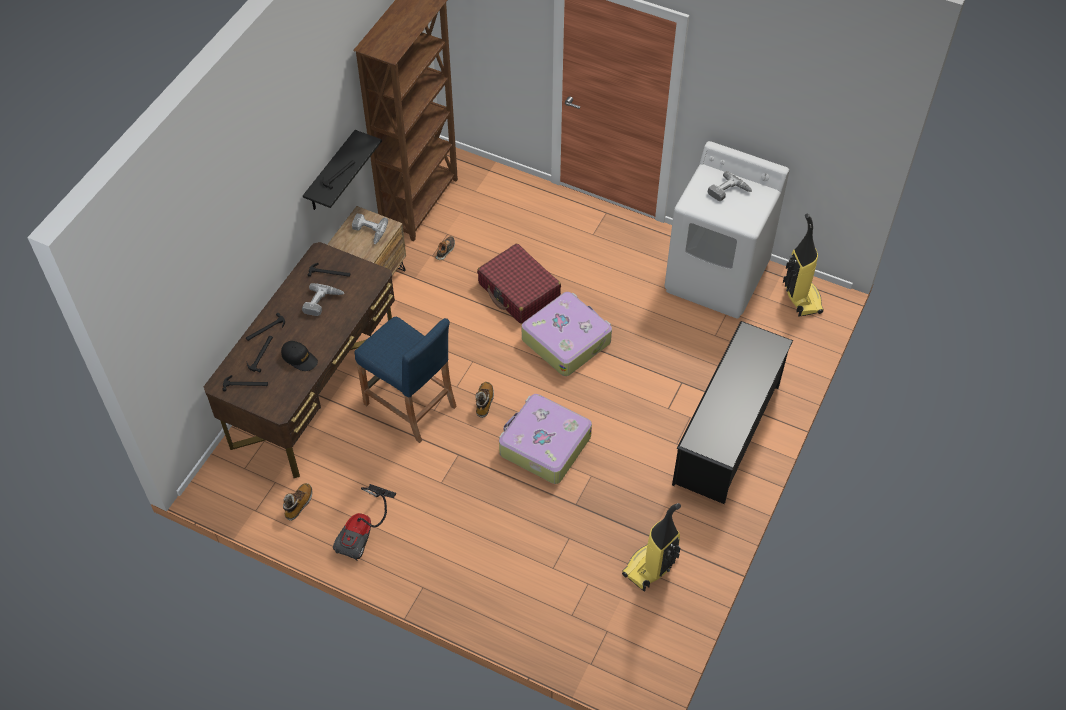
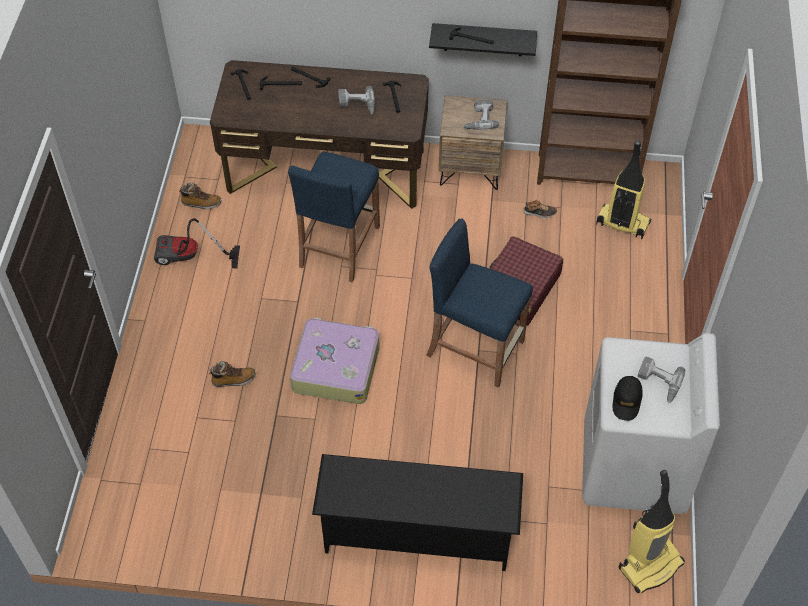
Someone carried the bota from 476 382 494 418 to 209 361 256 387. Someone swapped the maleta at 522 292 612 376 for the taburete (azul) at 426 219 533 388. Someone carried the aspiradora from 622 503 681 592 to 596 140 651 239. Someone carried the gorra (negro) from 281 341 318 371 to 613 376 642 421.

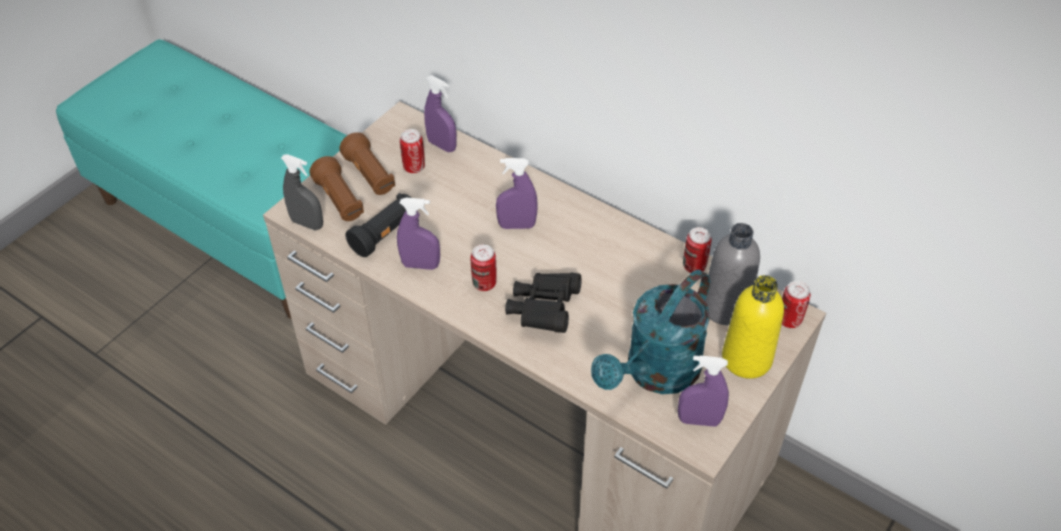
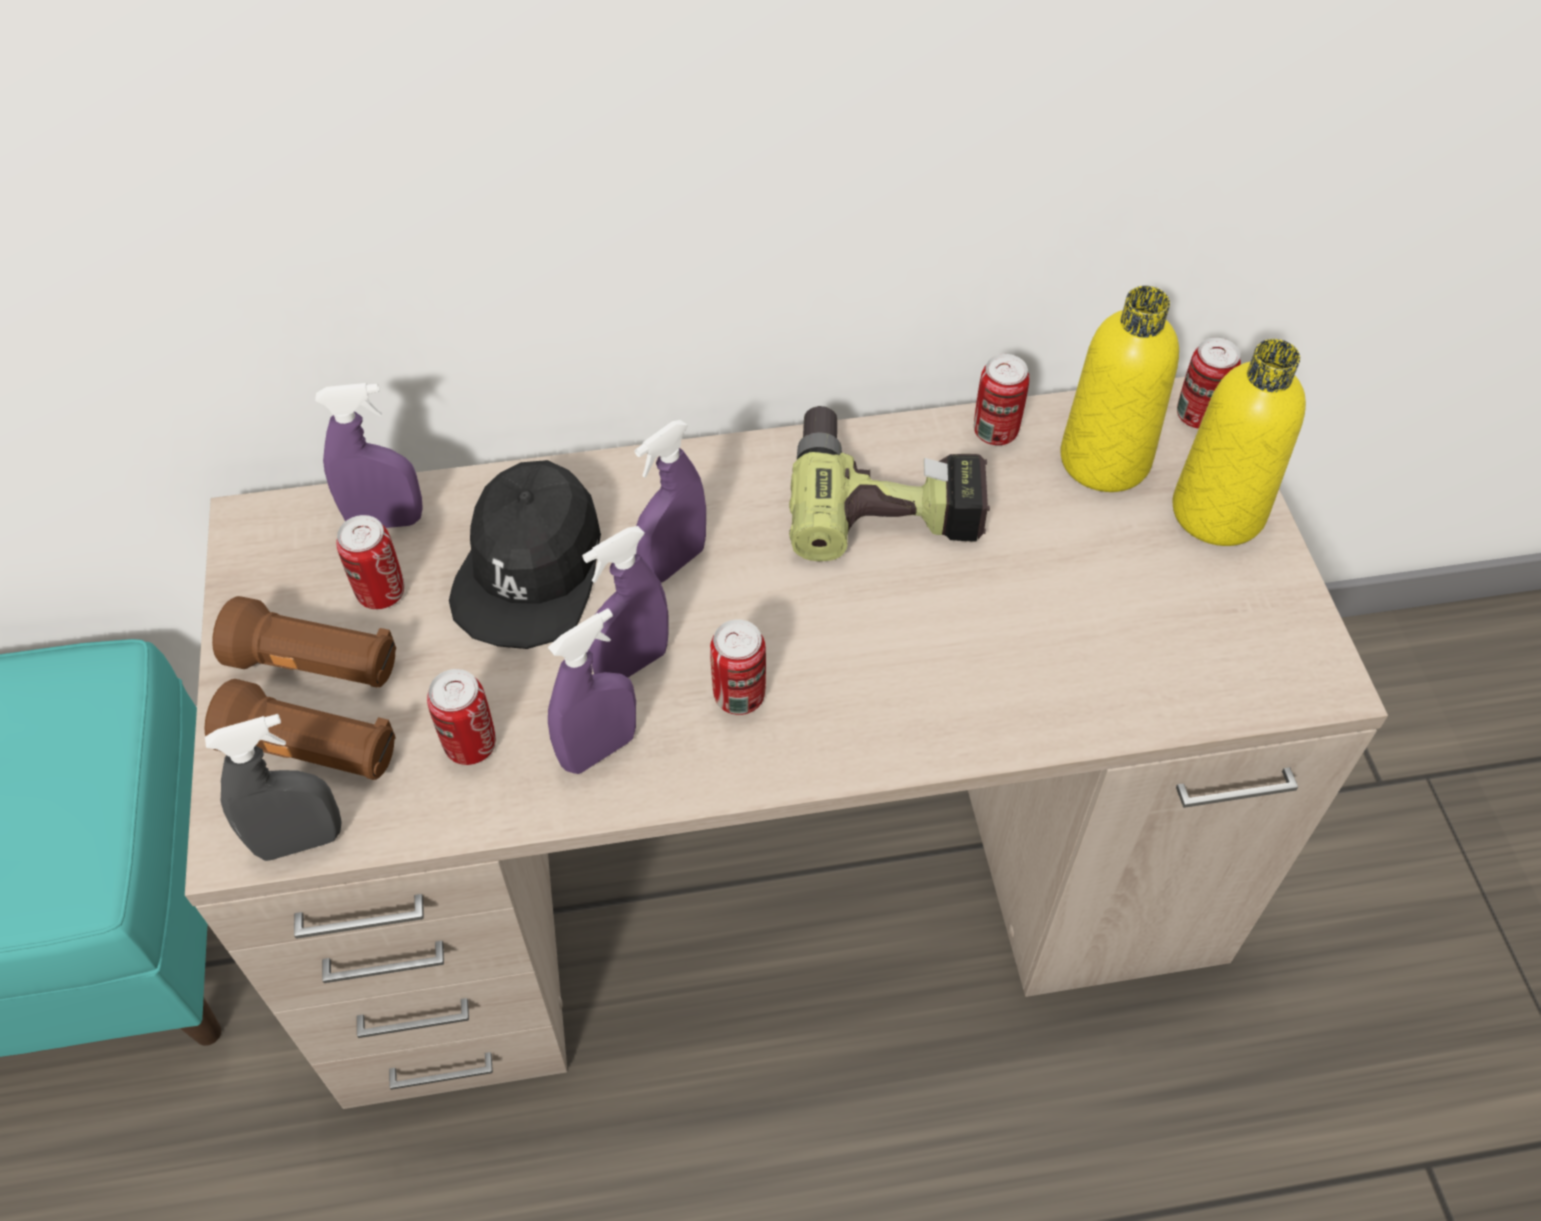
Someone swapped the linterna (negro) at 345 193 418 257 for the lata at 427 669 496 765. Someone put down the gorra (negro) at 449 460 601 649. Someone carried the pulverizador (morado) from 678 355 729 427 to 582 526 669 678. Someone put down the taladro at 789 406 990 561. Someone repainted the botella (gris) at 705 223 760 325, which became the botella (amarillo) at 1060 286 1179 492. Someone took away the prismáticos (negro) at 505 272 582 333. Someone took away the regadera (turquesa) at 591 269 710 394.

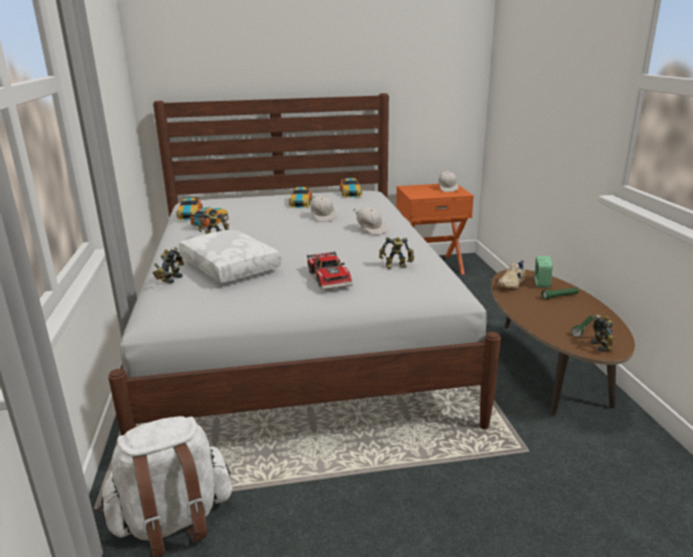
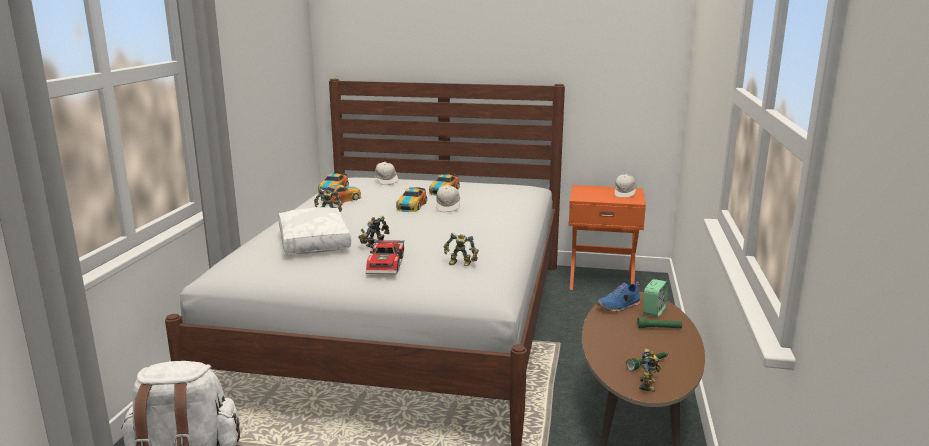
Someone carried the robot de juguete from 152 247 184 283 to 358 216 390 249. Someone carried the gorra (blanco) from 353 207 388 235 to 375 162 398 185. Someone carried the coche de juguete from 340 178 362 198 to 396 187 427 212. Someone repainted the zapato (beis) at 497 260 525 289, which became the zapato (azul) at 597 282 640 312.

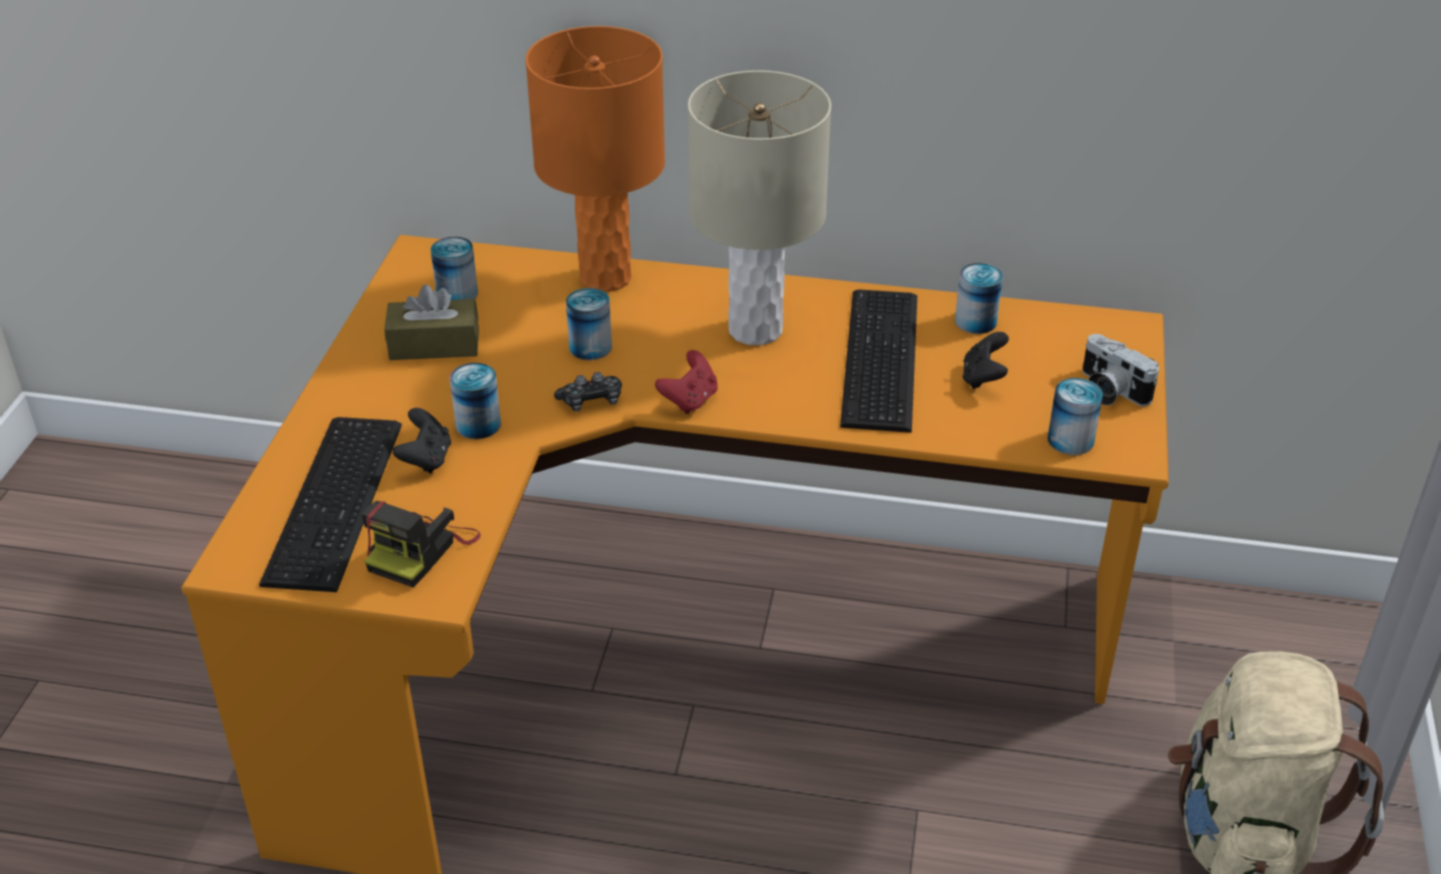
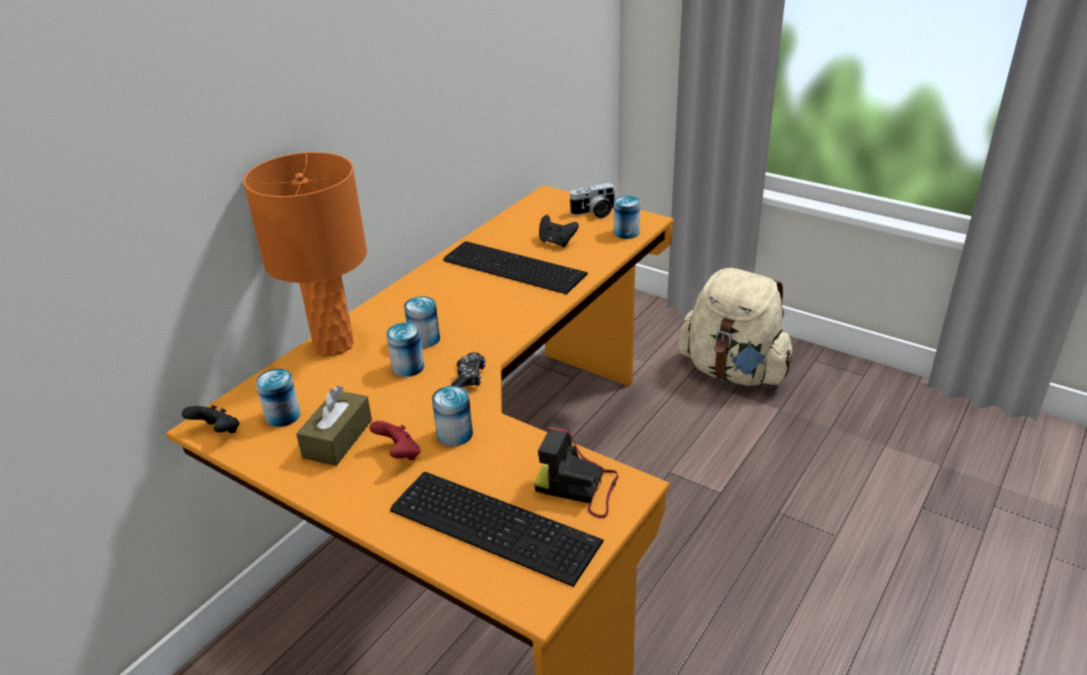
Someone carried the mando de consola (negro) from 393 408 451 474 to 182 405 239 433. Someone carried the mando de consola (rojo) from 655 350 718 414 to 369 421 421 460. Someone carried the lata from 955 263 1003 334 to 404 296 440 348. Someone rotated the cámara at 361 501 481 587 by 150 degrees clockwise. Someone took away the lámpara de mesa (beis) at 688 70 831 345.

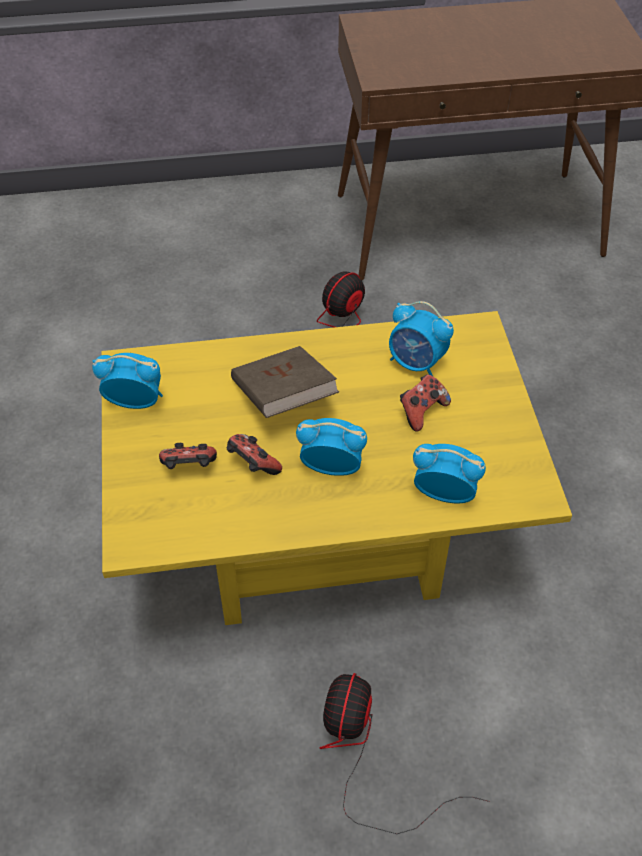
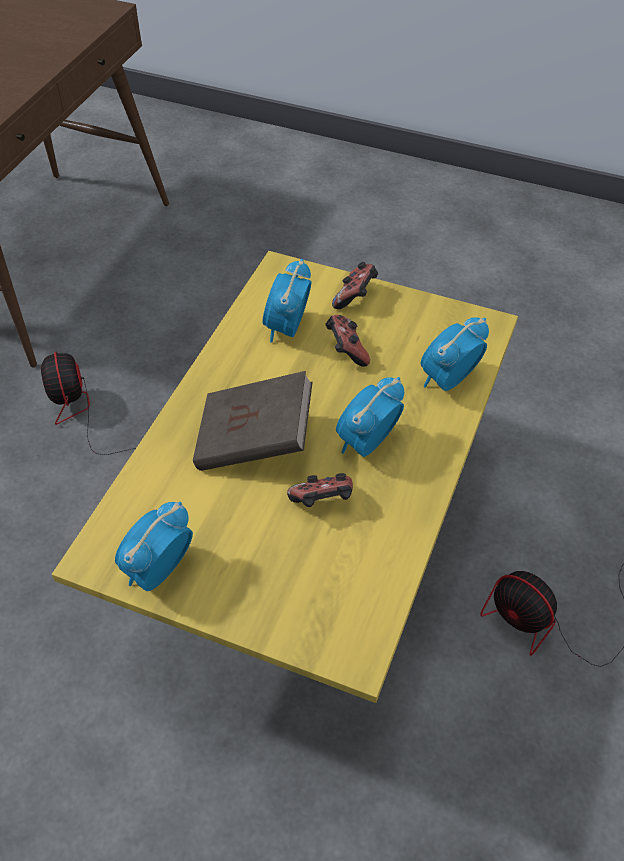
Someone rotated the despertador at 389 301 454 376 by 135 degrees clockwise. Someone carried the mando de consola from 159 443 217 469 to 332 262 378 309.

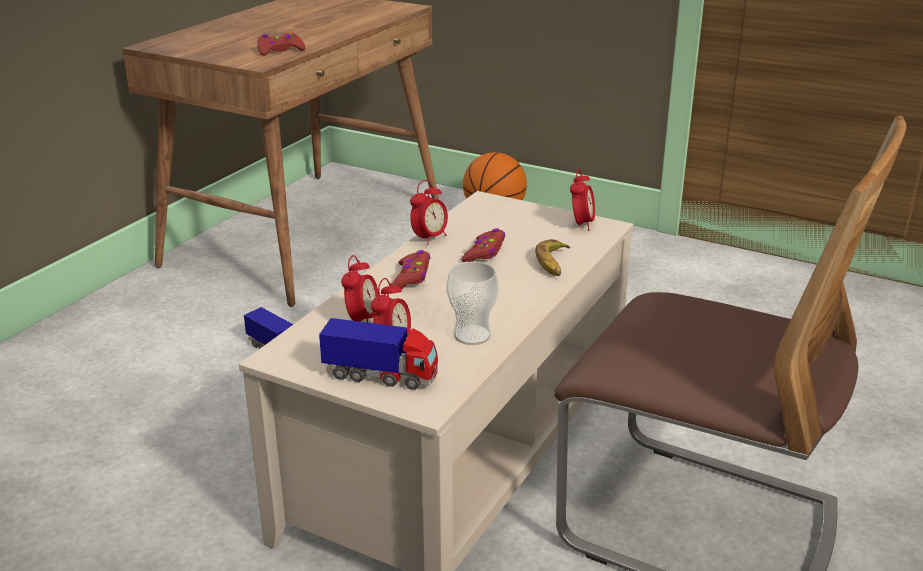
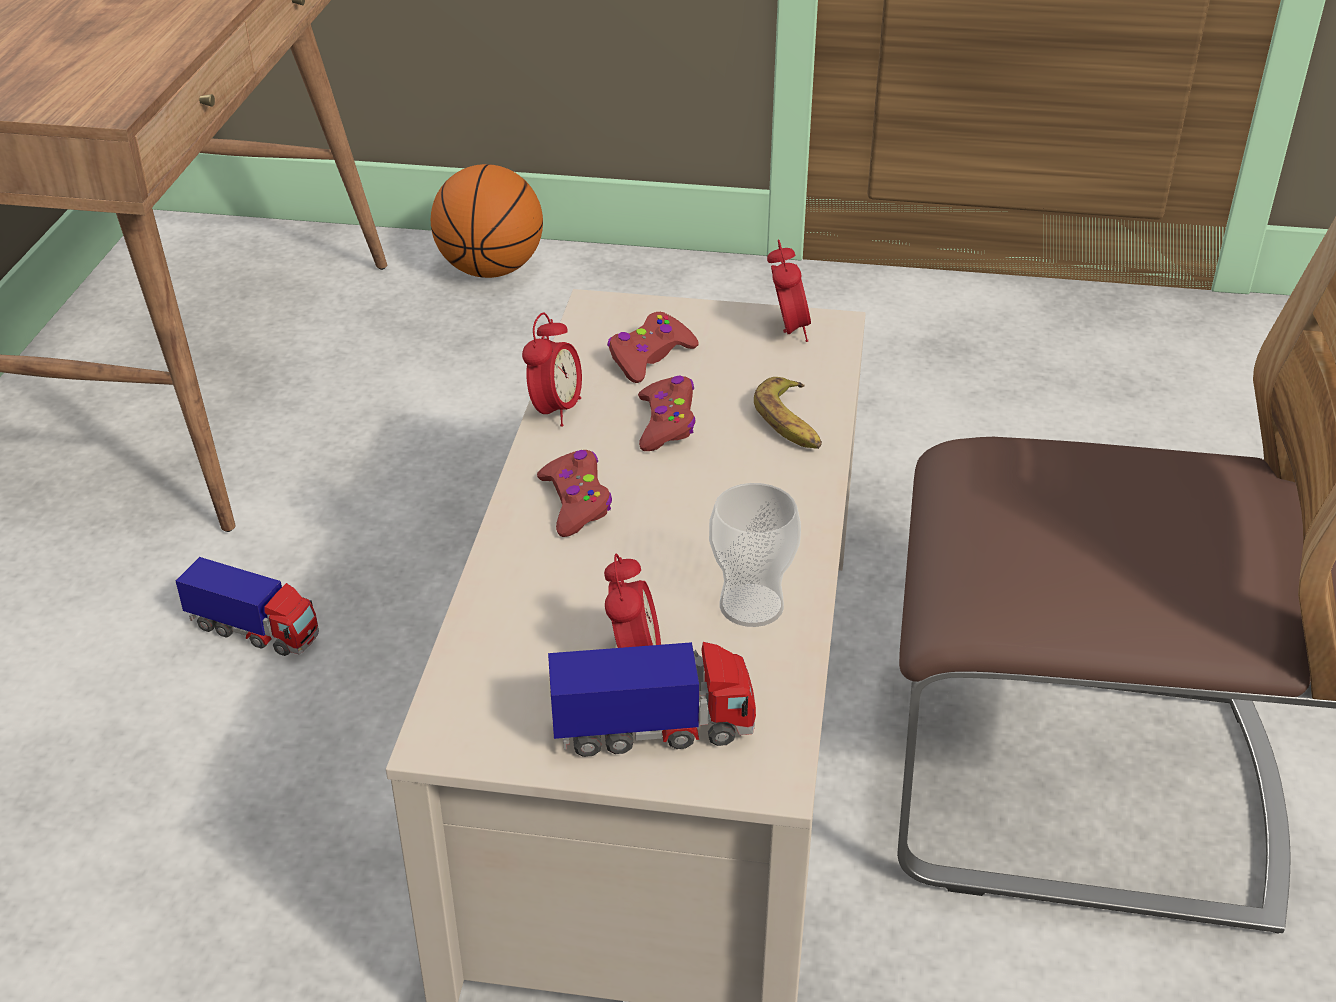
Someone carried the mando de consola (rojo) from 257 33 305 56 to 607 312 699 383. Someone took away the despertador at 341 255 379 323.

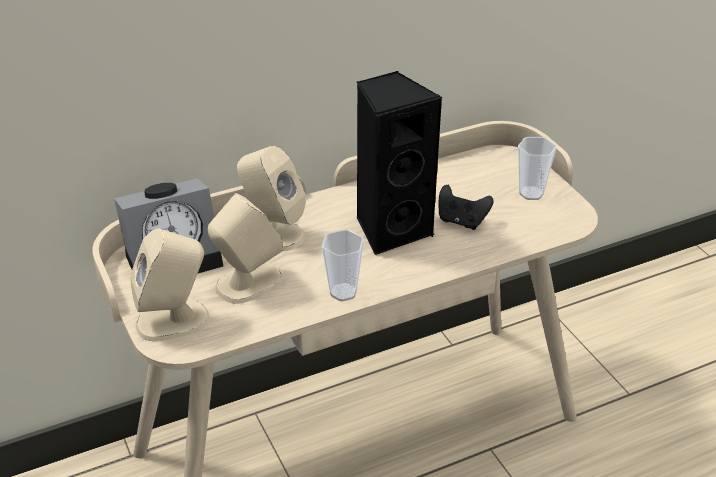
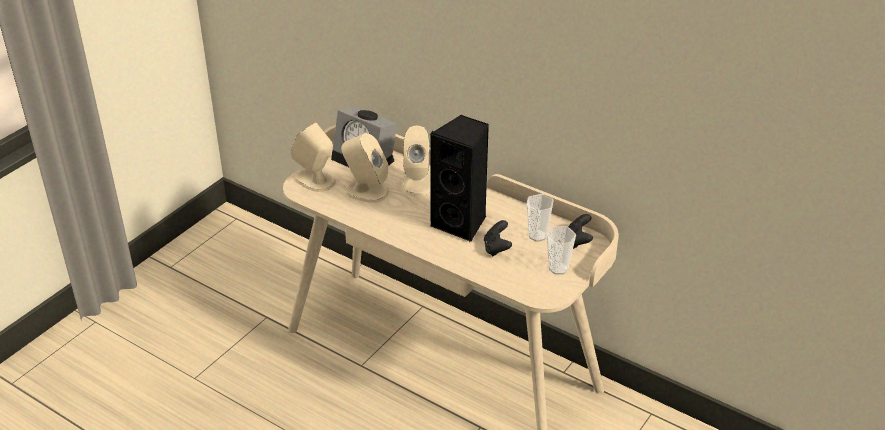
Someone carried the taza from 322 229 364 302 to 526 194 554 242. Someone put down the mando de consola (negro) at 568 214 593 249.

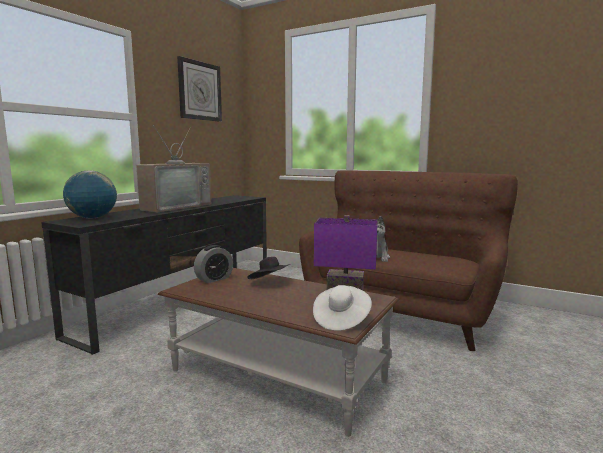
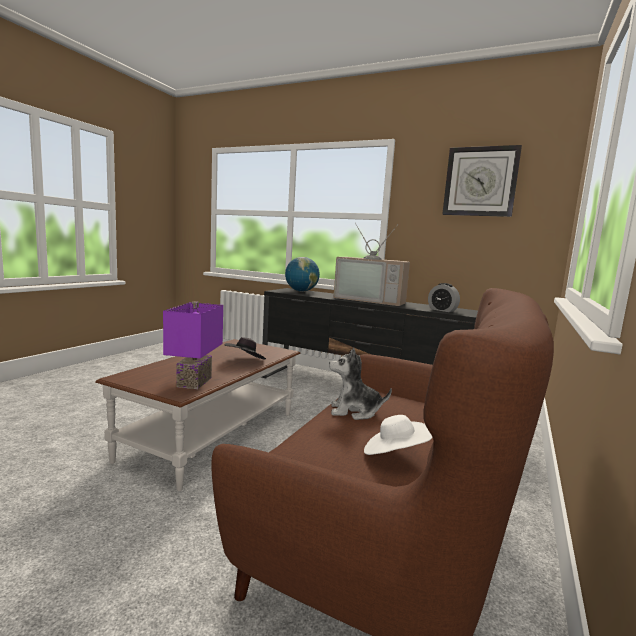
Someone carried the sombrero (blanco) from 313 285 372 331 to 364 415 432 455. Someone carried the despertador from 194 245 233 283 to 428 283 460 312.

